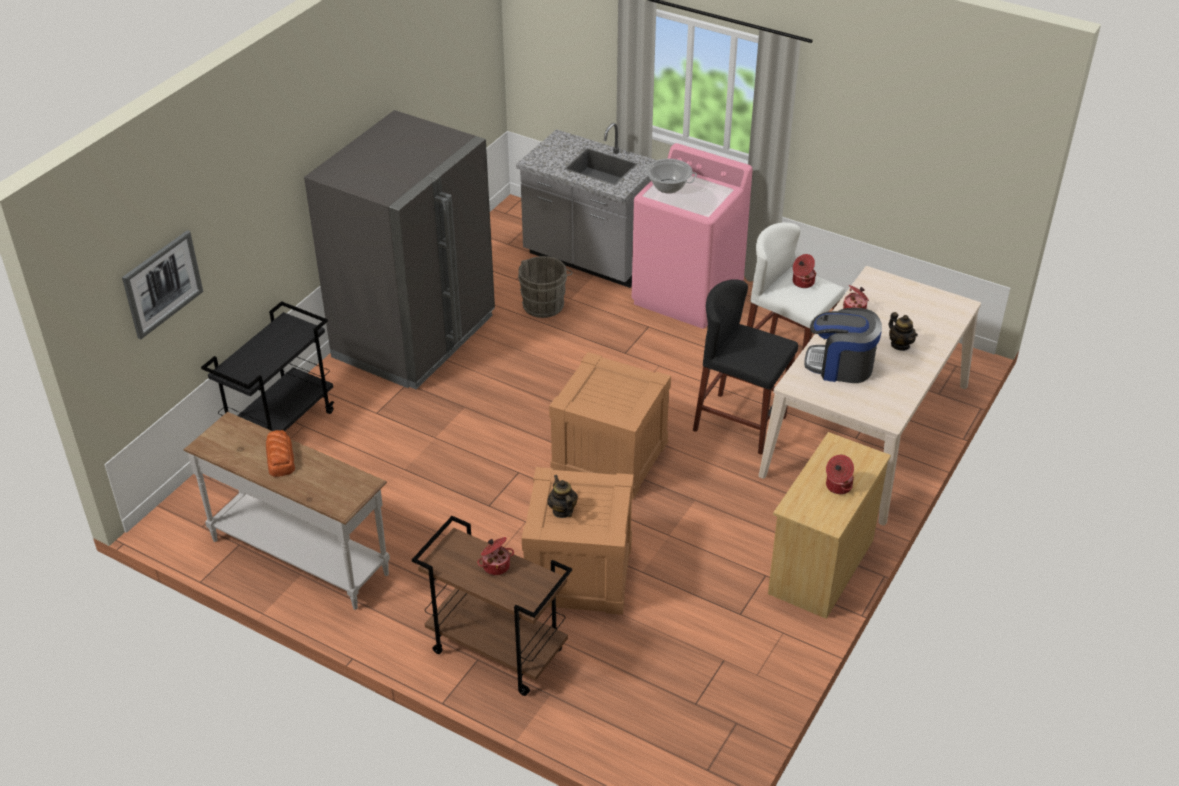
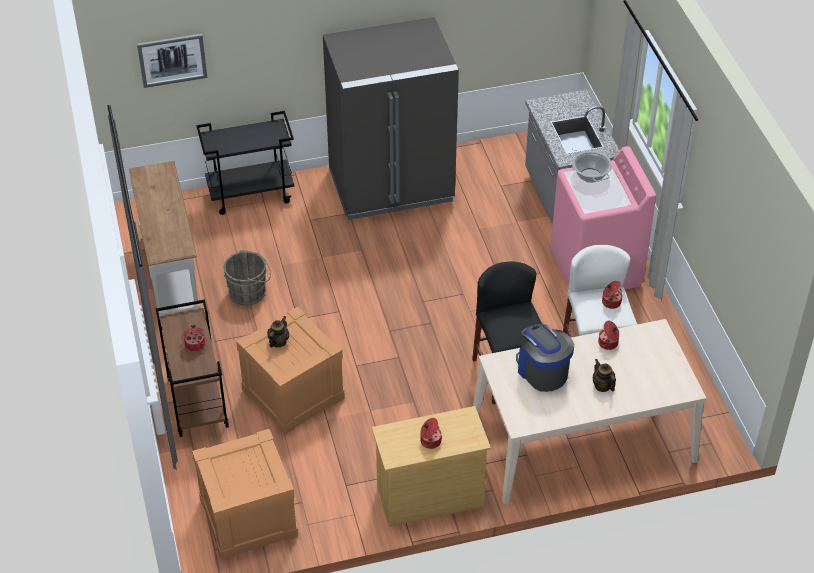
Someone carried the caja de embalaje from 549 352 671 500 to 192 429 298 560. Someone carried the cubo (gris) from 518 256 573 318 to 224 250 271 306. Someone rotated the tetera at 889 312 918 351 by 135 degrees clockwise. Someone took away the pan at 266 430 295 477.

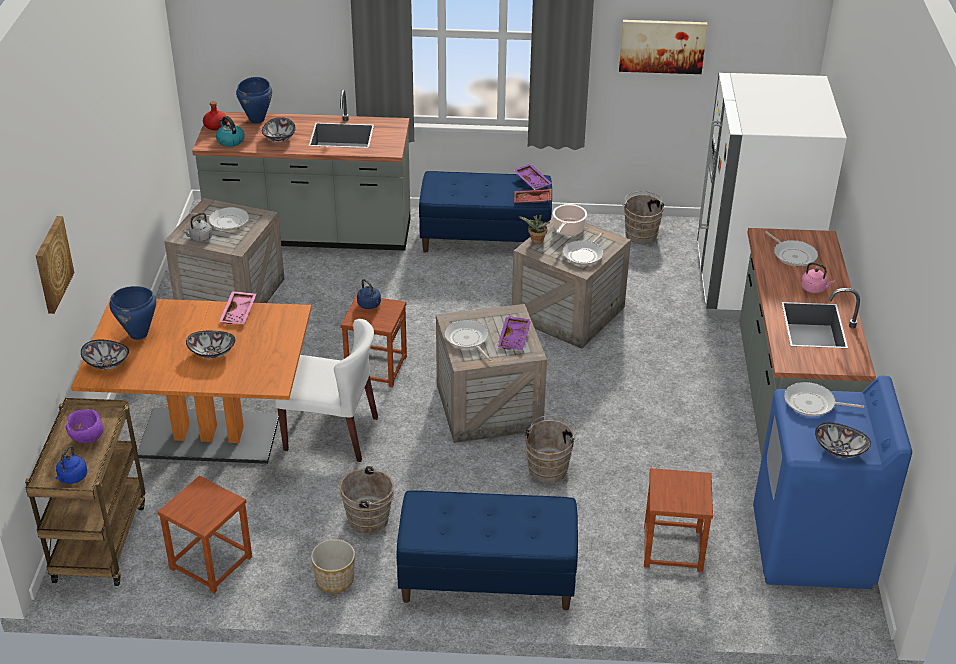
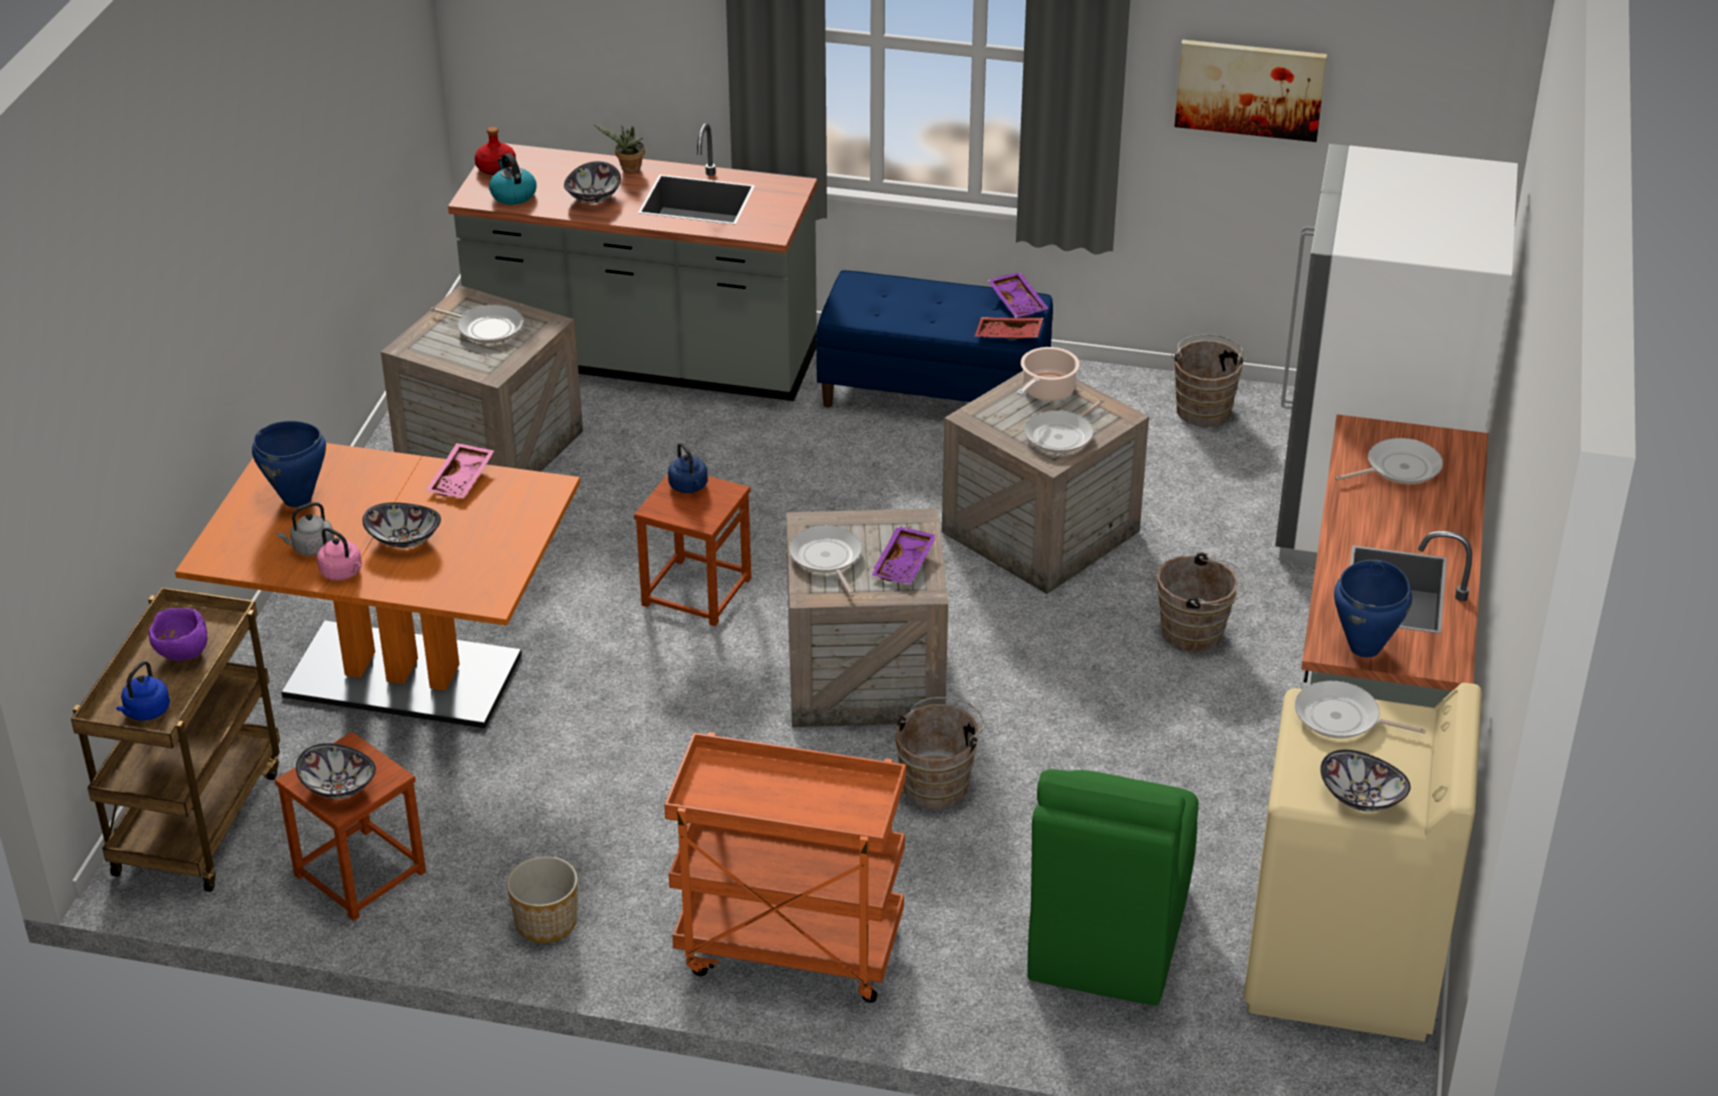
Someone carried the hervidor (gris) from 183 213 213 242 to 277 502 334 556. Someone carried the cuenco from 81 340 129 370 to 296 743 376 799. Someone carried the hervidor (rosa) from 801 262 835 293 to 317 527 362 580. Someone carried the planta en maceta from 519 215 550 244 to 594 125 645 174. Someone swapped the banco (azul) at 396 491 578 610 for the carrito (naranja) at 664 732 906 1003. Someone swapped the taburete (marrón) at 644 468 713 572 for the silla (verde) at 1028 769 1199 1006. Someone carried the cubo (marrón) from 339 466 400 534 to 1157 553 1248 652. Someone repainted the lavadora (azul) at 753 376 912 589, which became the lavadora (beis) at 1244 683 1482 1042. Someone carried the olla (azul) from 236 77 272 123 to 1334 560 1412 657. Someone rotated the sartén at 765 231 818 267 by 90 degrees counterclockwise. Someone took away the cuadro at 36 216 74 314. Someone took away the silla (blanco) at 275 319 378 462.

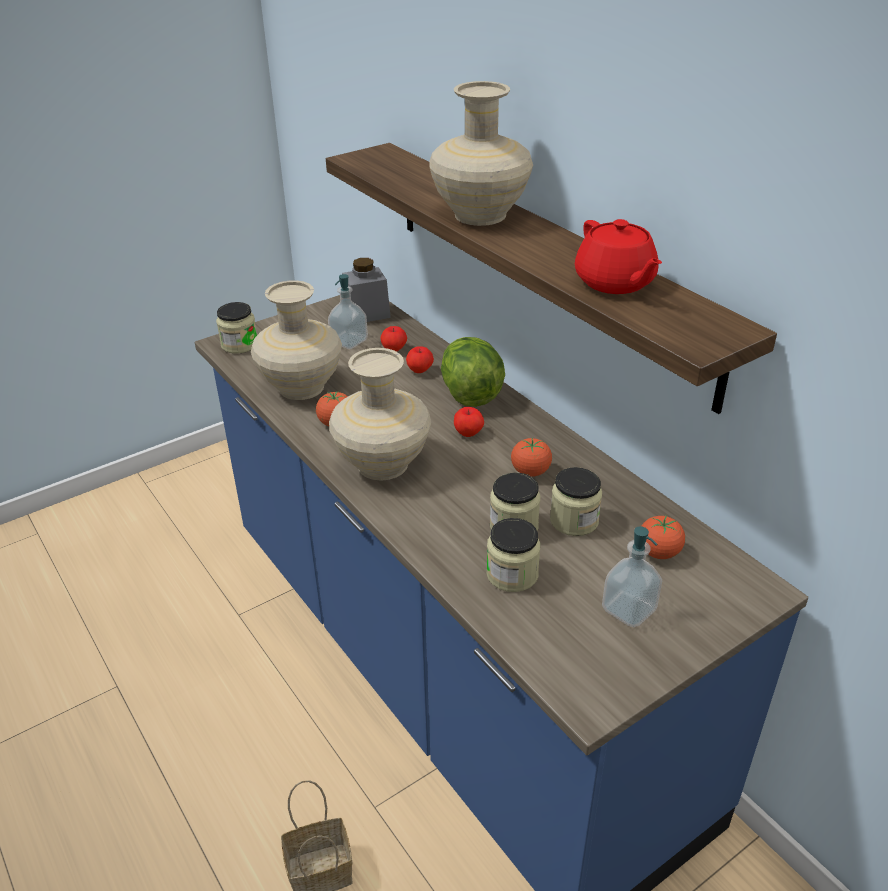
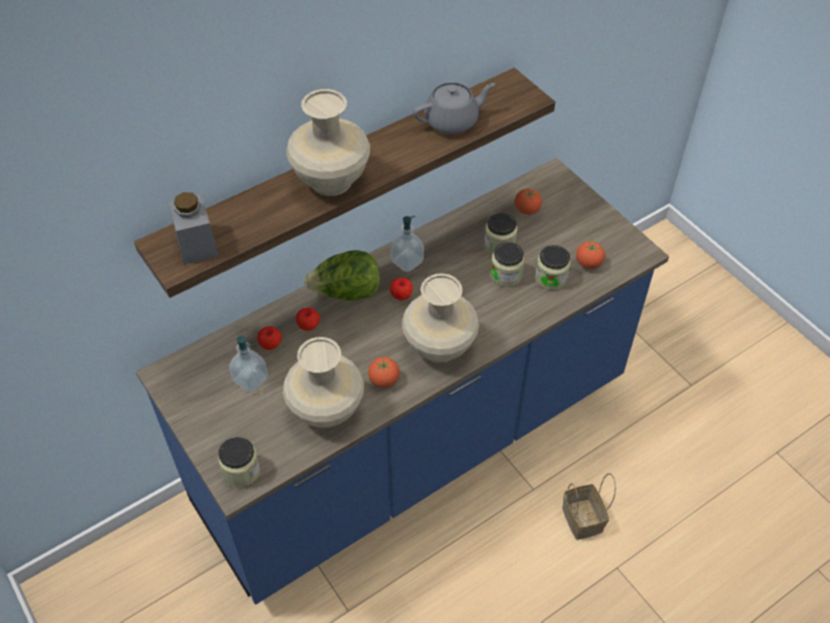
Someone carried the tarro (gris) from 342 258 391 322 to 169 192 219 265. Someone carried the dispensador de jabón from 602 526 662 627 to 391 216 424 272. Someone repainted the tetera (rojo) at 575 219 662 294, which became the tetera (gris) at 413 82 495 134. Someone carried the tomate from 511 438 552 477 to 576 241 605 269.

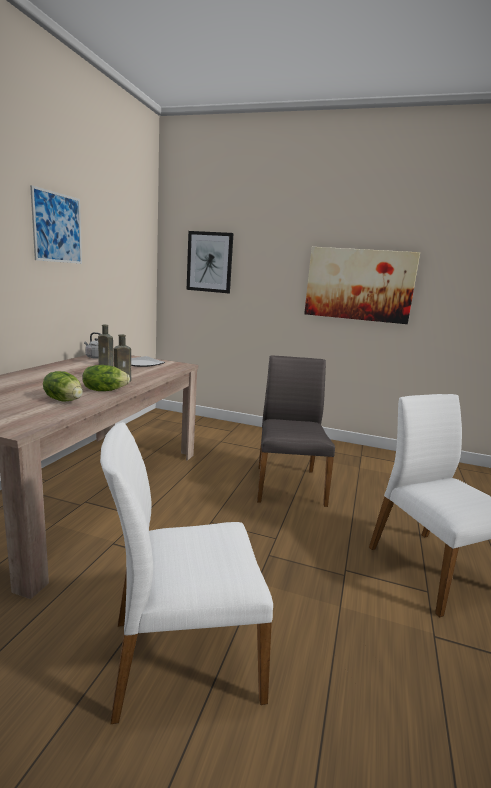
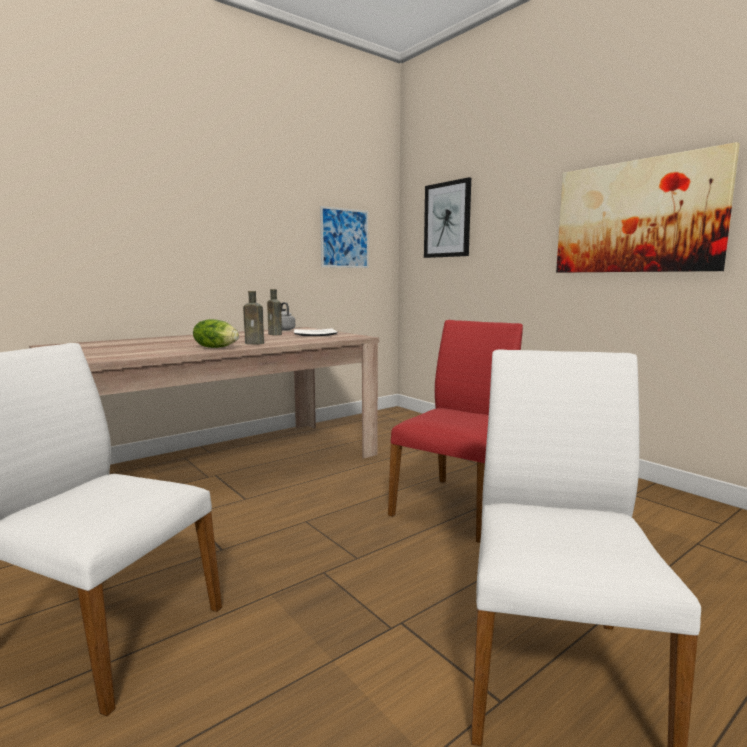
Someone carried the cuadro from 30 185 82 264 to 320 206 368 268. Someone repainted the silla (gris) at 257 355 335 507, which became the silla (rojo) at 388 320 523 543. Someone took away the lechuga at 43 371 83 402.

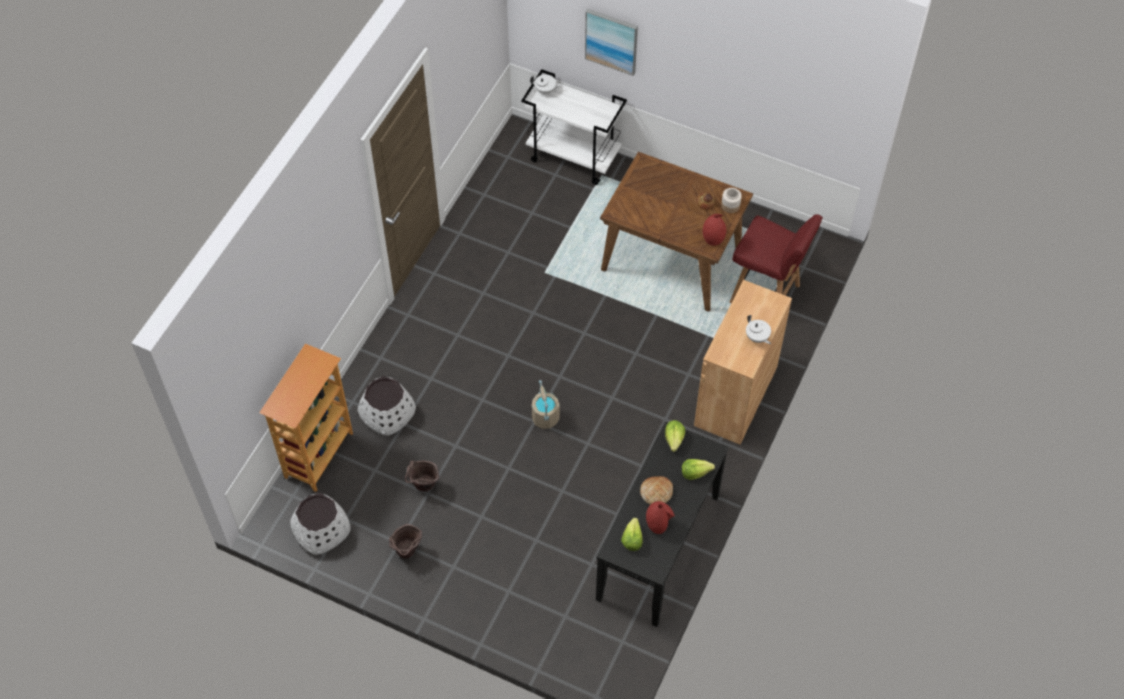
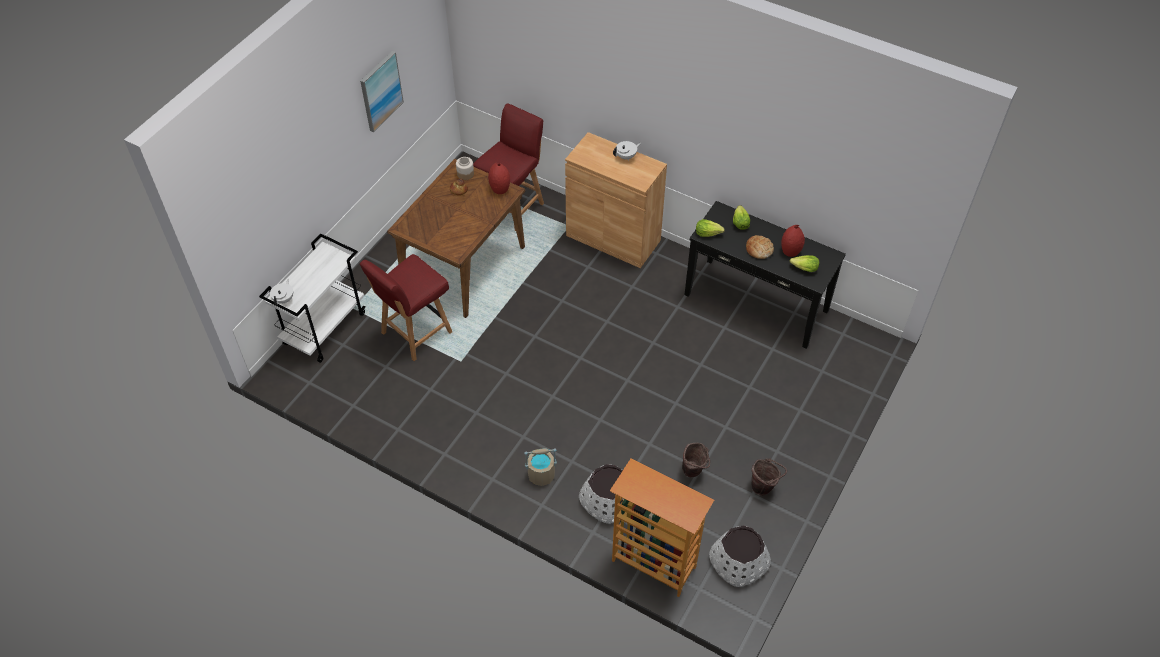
Someone carried the cuadro from 585 9 638 76 to 360 51 404 132. Someone put down the silla (rojo) at 360 254 452 361. Someone carried the cubo (beis) from 532 380 560 429 to 524 448 557 486.

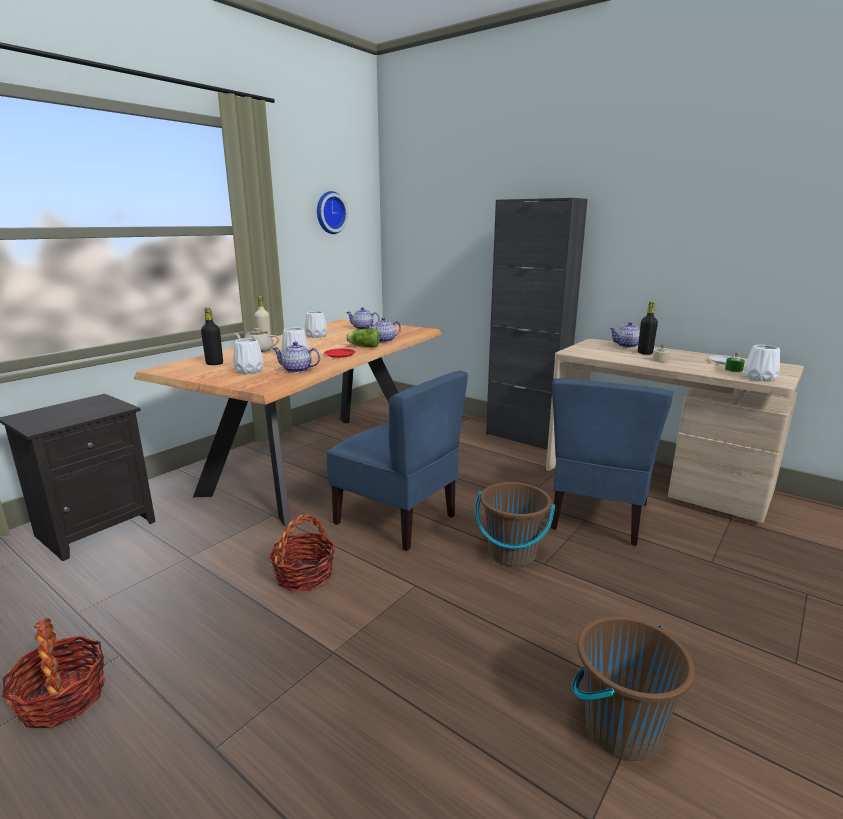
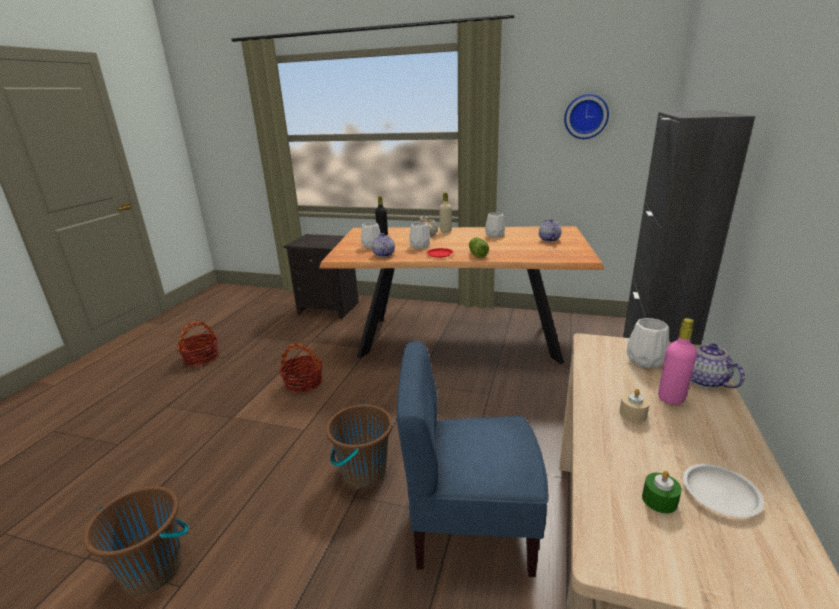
Someone carried the florero (blanco) from 744 345 780 381 to 627 318 669 368. Someone repainted the botella (negro) at 638 302 658 355, which became the botella (rosa) at 658 318 697 405. Someone took away the silla (azul) at 326 371 468 551. Someone took away the tetera at 365 317 401 343.

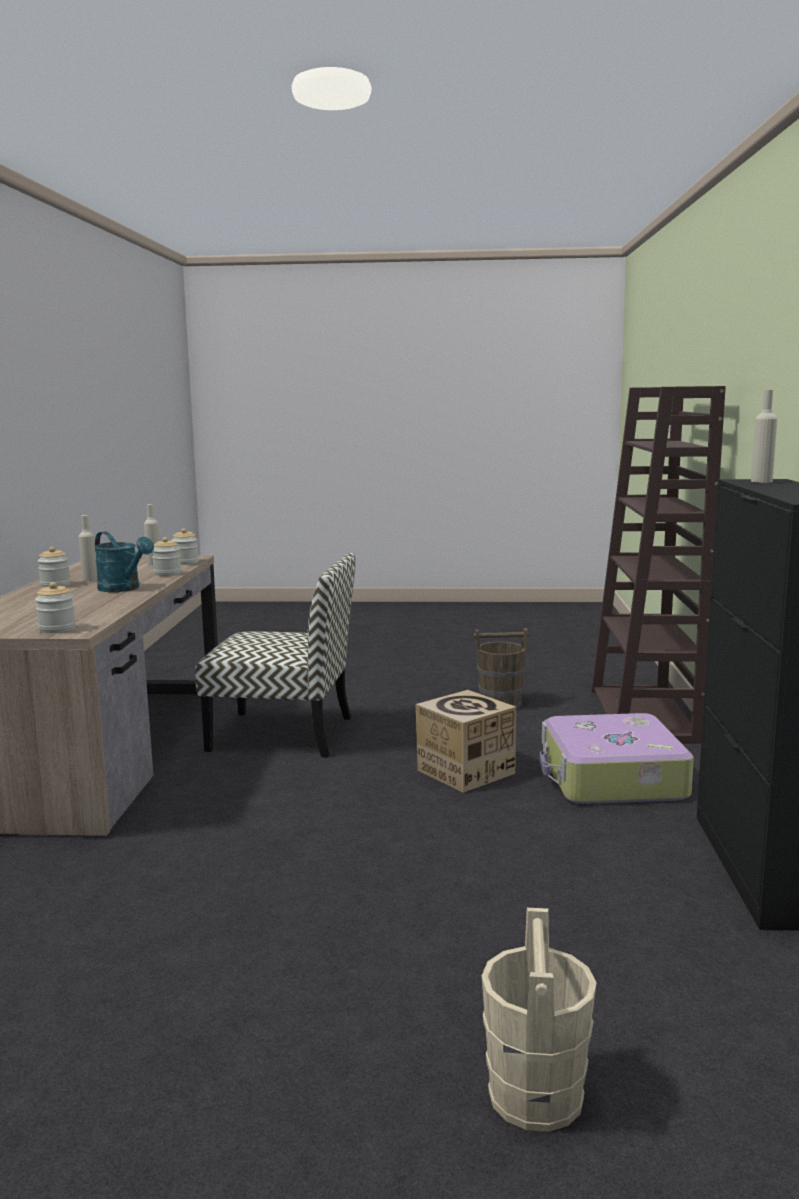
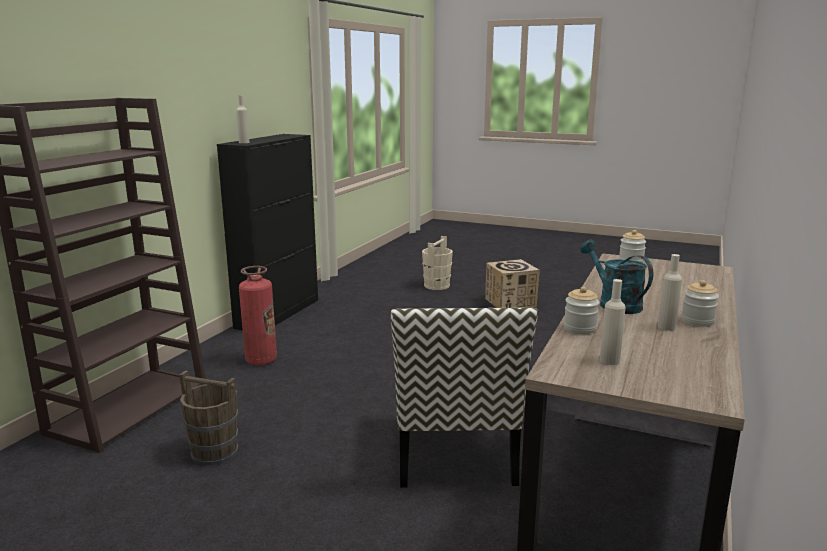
Someone swapped the maleta at 540 713 694 804 for the extintor at 239 266 277 366. Someone rotated the silla at 195 553 356 758 by 120 degrees counterclockwise. Someone carried the caja de cartón from 416 690 516 793 to 485 259 540 308. Someone took away the tarro at 171 528 199 565.

